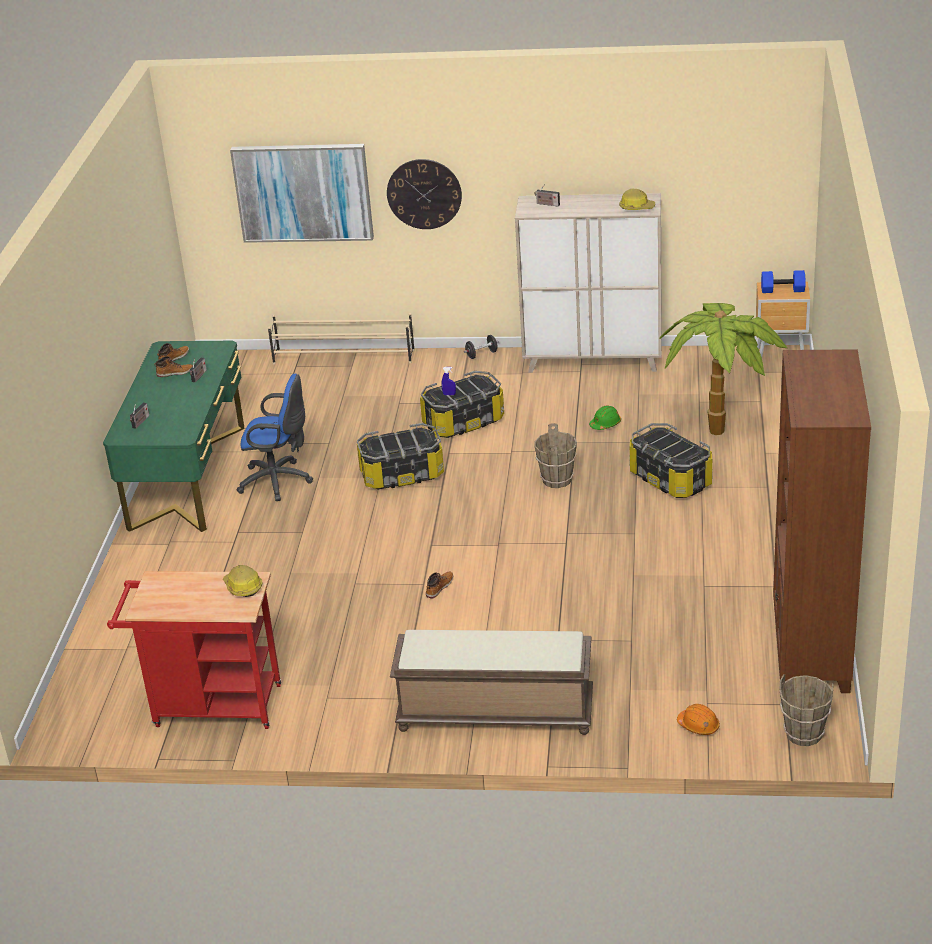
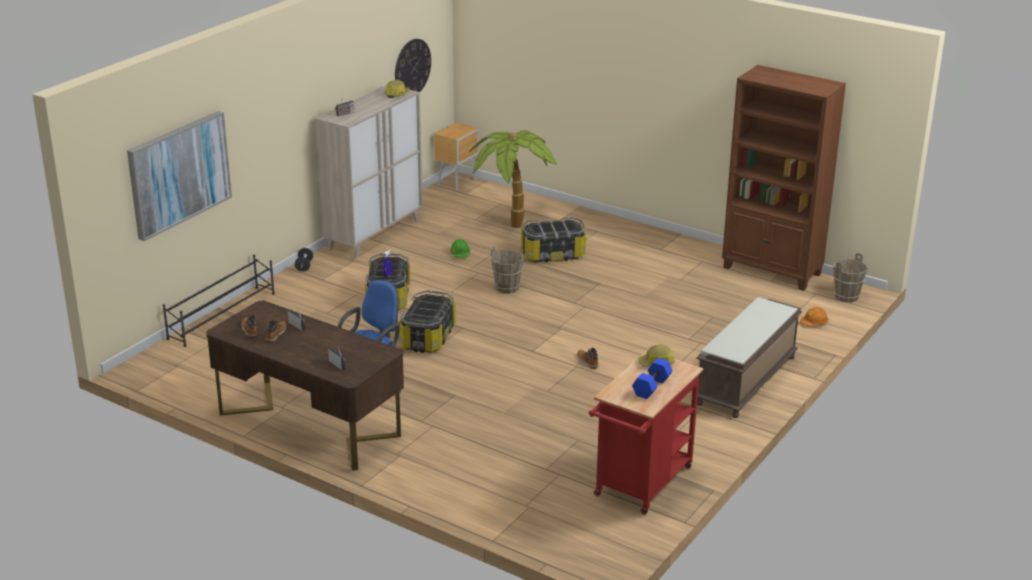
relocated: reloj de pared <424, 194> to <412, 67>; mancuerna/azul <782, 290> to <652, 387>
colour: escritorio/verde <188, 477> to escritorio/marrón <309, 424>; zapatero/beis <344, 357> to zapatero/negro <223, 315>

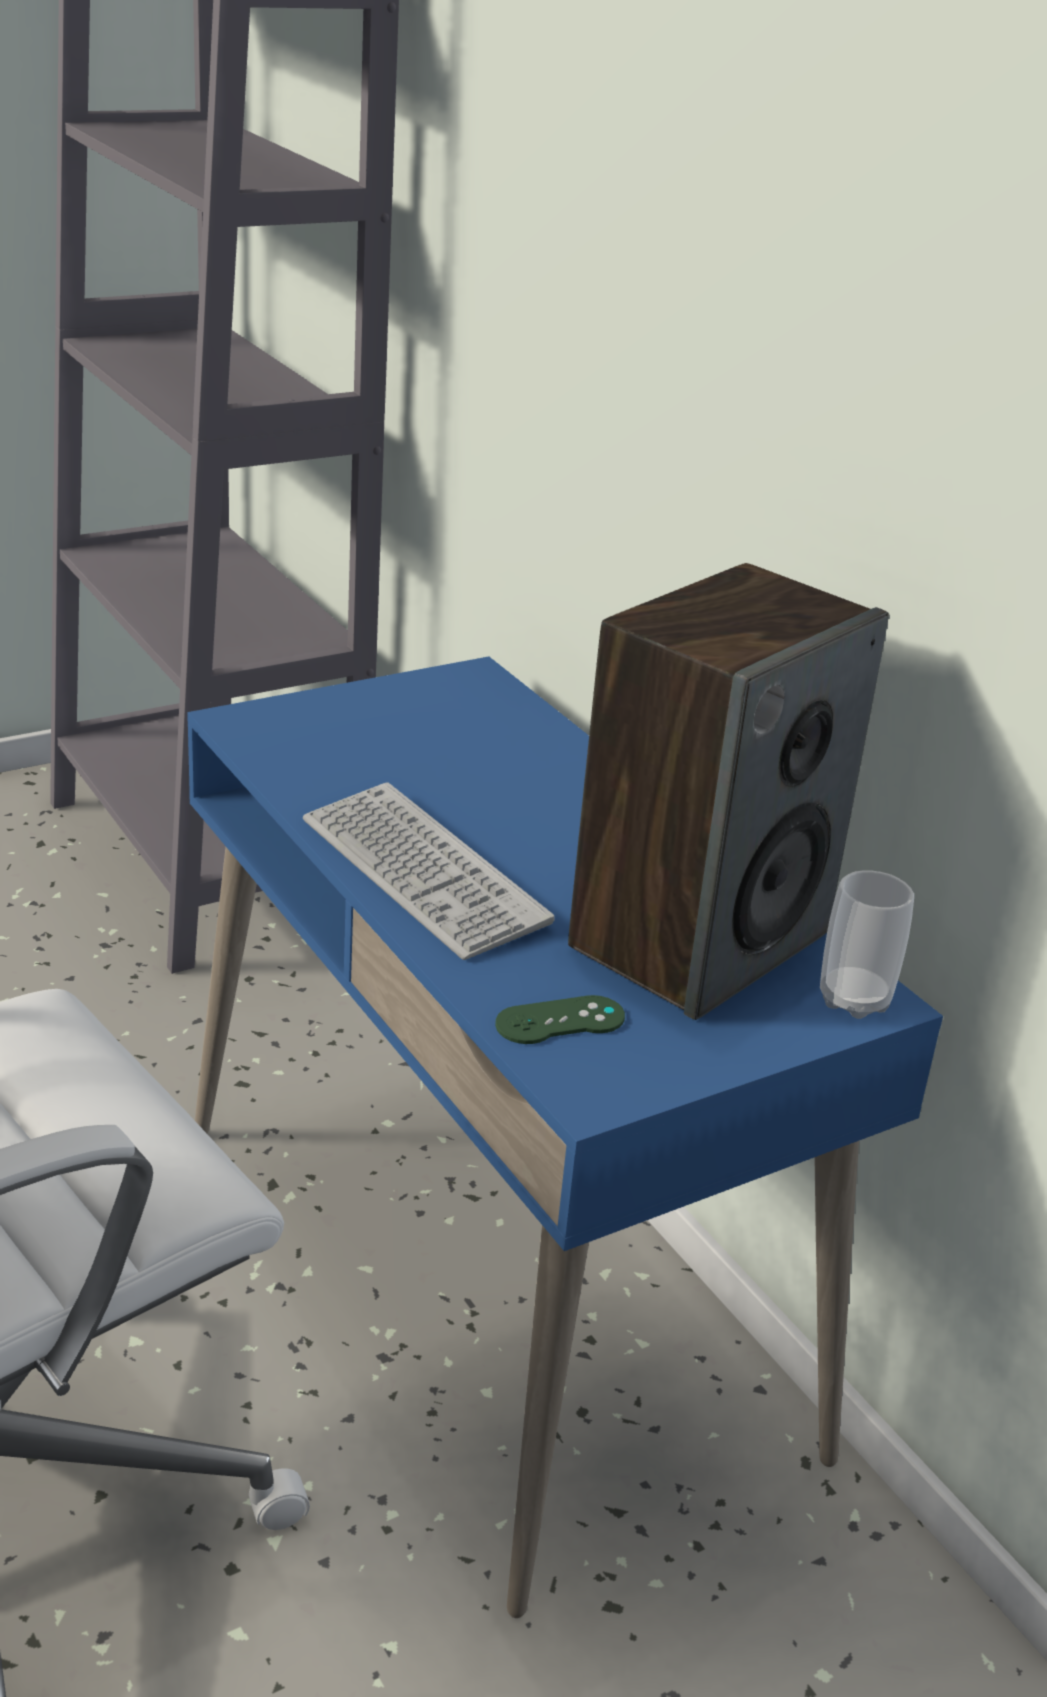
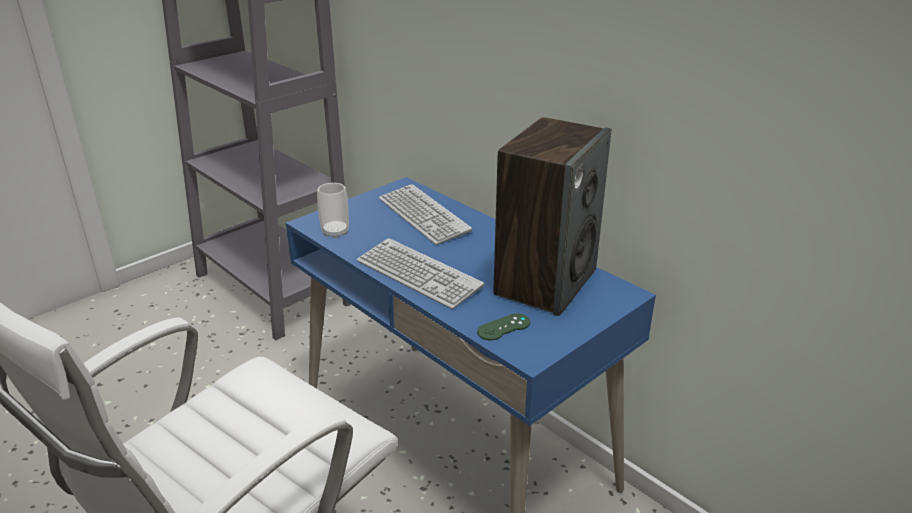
appeared: teclado <423, 215>
relocated: taza <854, 1000> to <335, 232>

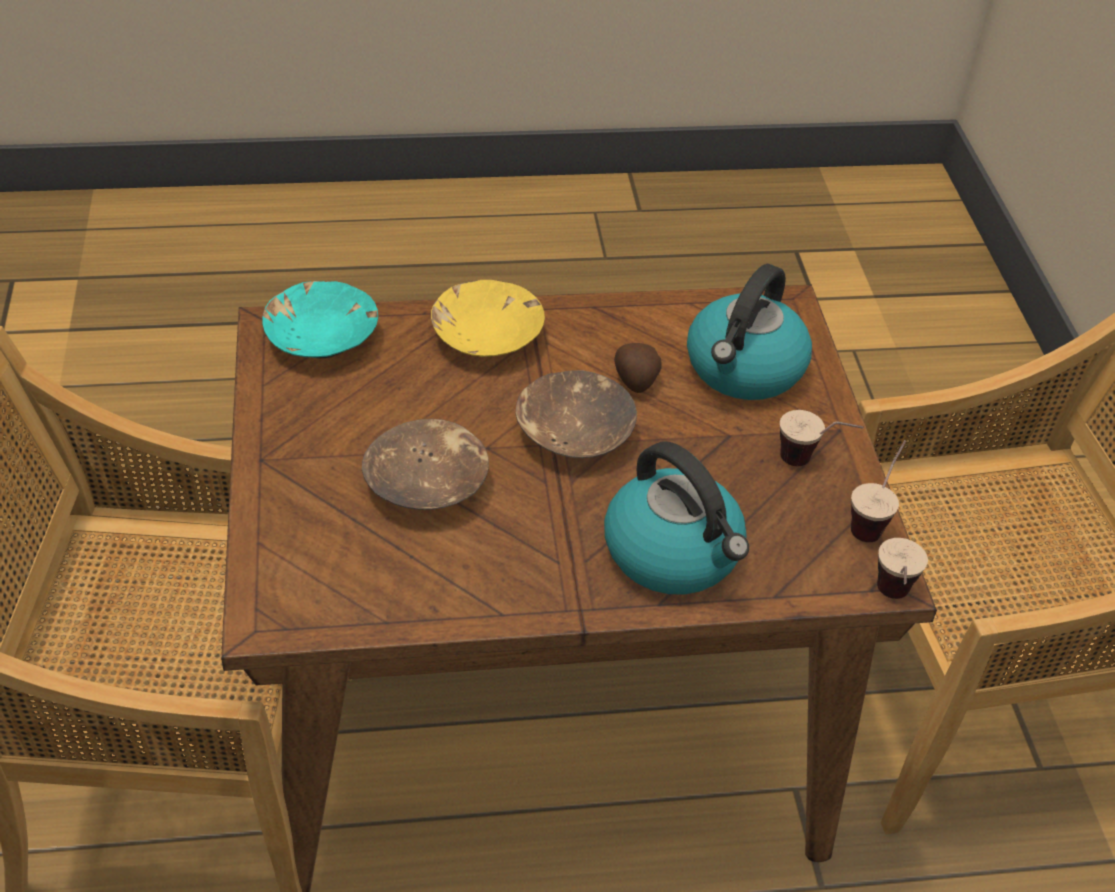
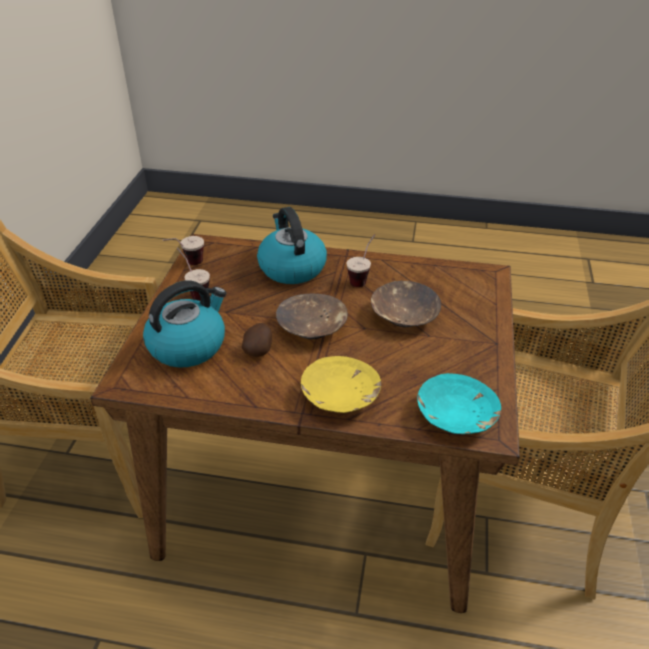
relocated: taza <891, 602> to <362, 278>

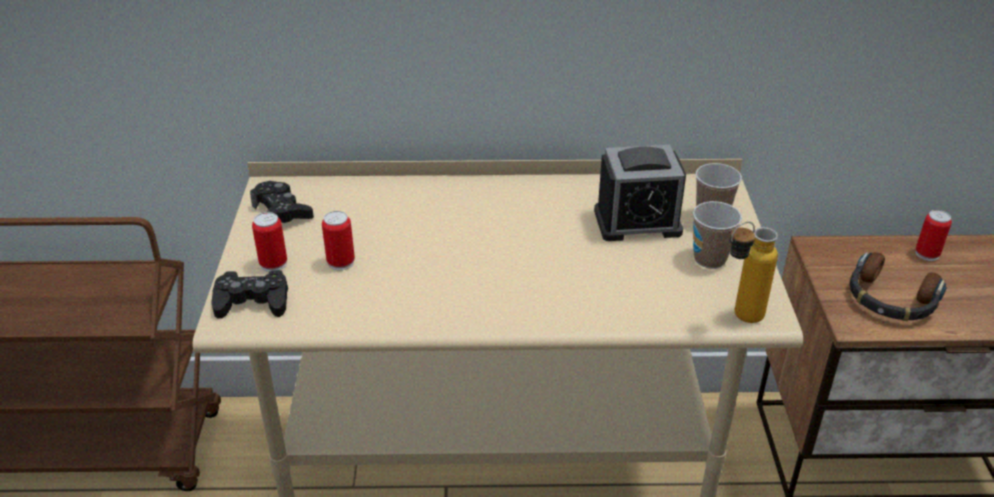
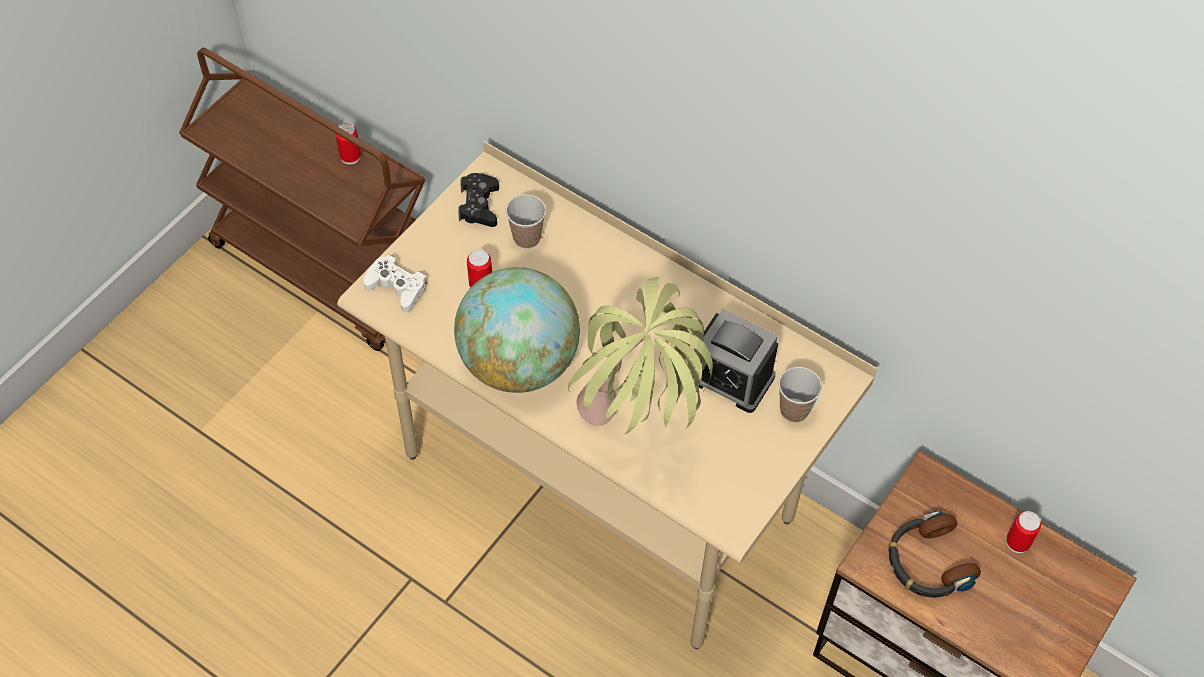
missing: botella <738, 318>
appeared: globo terráqueo <519, 363>; planta en maceta <638, 436>
relocated: lata <273, 263> to <350, 156>; taza <709, 259> to <527, 238>
colour: mando de consola/negro <252, 302> to mando de consola/blanco <397, 287>

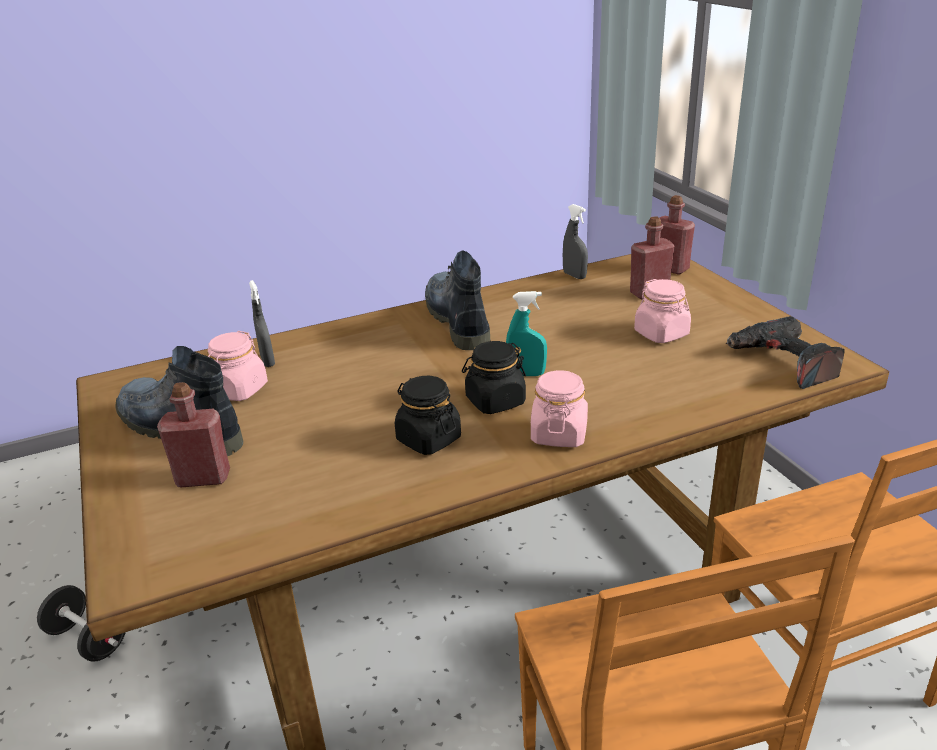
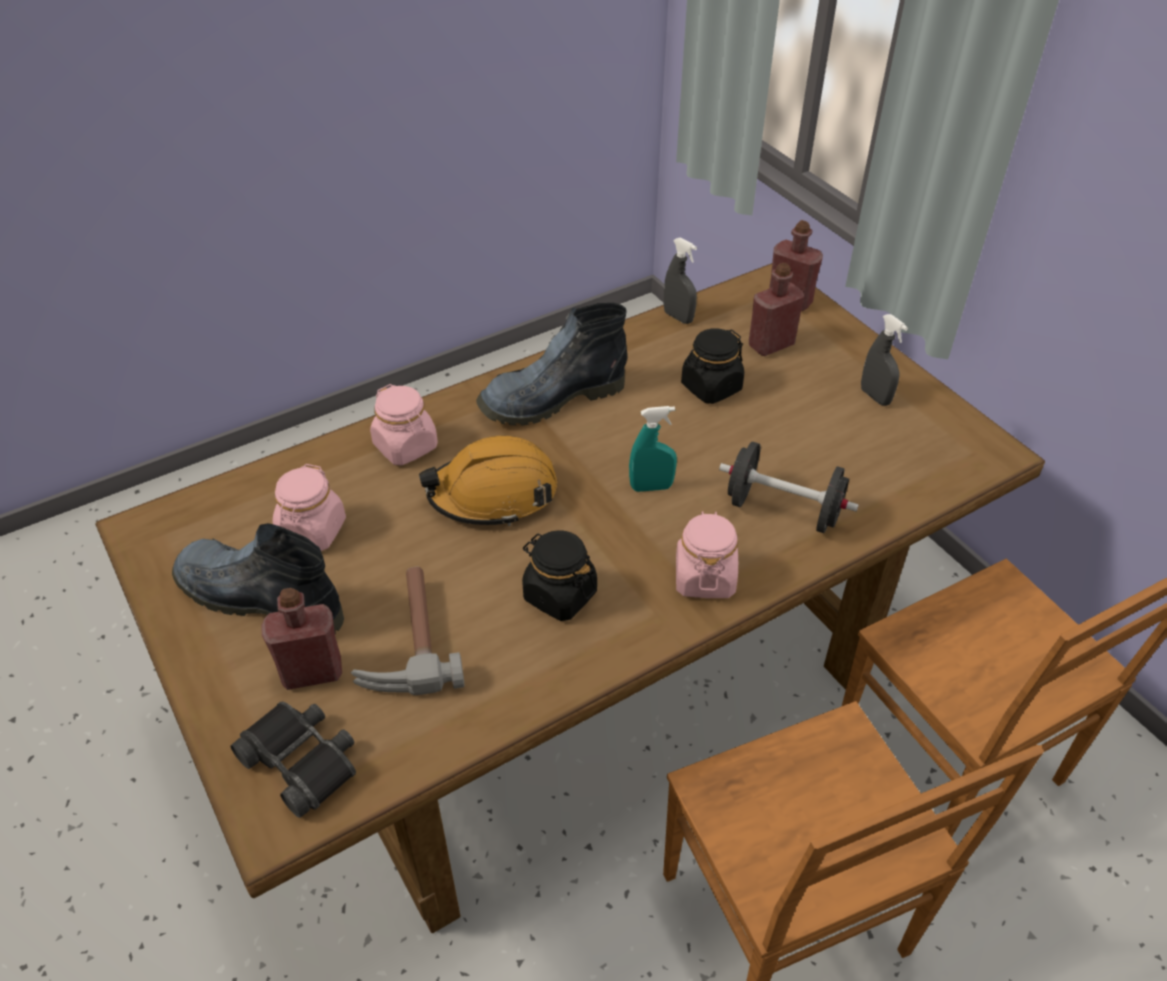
missing: taladro <783, 363>
appeared: prismáticos/negro <302, 761>; martillo <405, 641>; casco/naranja <493, 494>
relocated: mancuerna/negro <88, 640> to <783, 510>; pulverizador/gris <267, 361> to <875, 396>; tarro/negro <495, 401> to <711, 387>; tarro/rosa <661, 334> to <406, 446>
spun: bota <457, 320> = <550, 399> 90 degrees counterclockwise

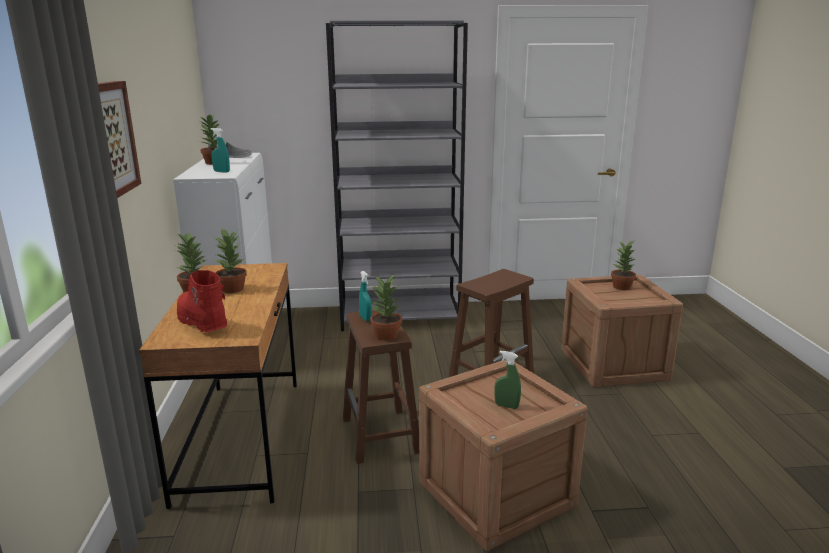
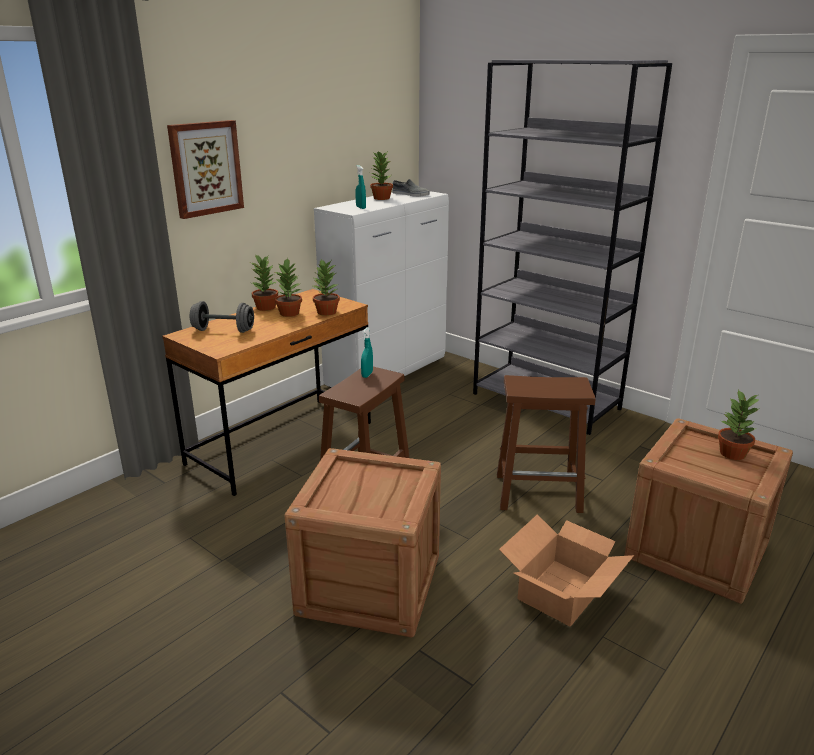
missing: pulverizador/verde <506, 406>
appeared: caja de cartón <562, 592>
relocated: planta en maceta <387, 335> to <326, 312>
exchanged: bota/rojo <201, 322> to mancuerna/gris <223, 330>

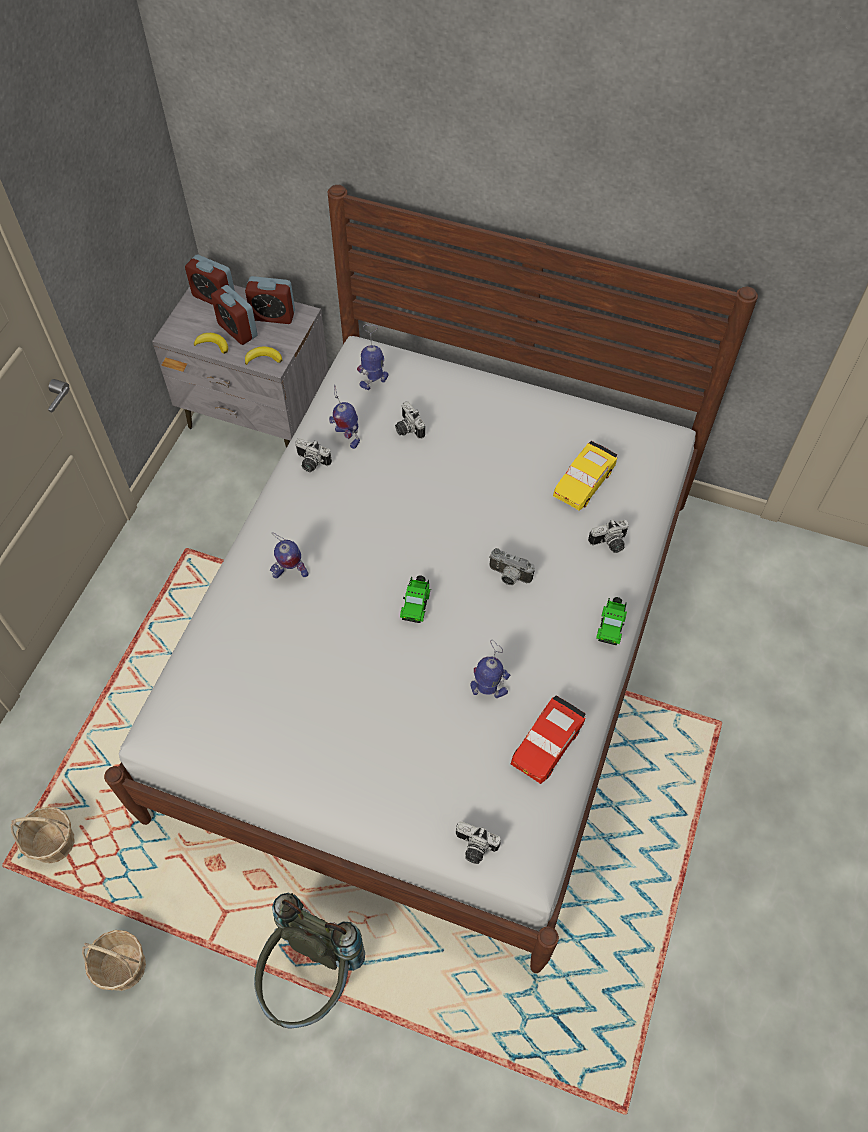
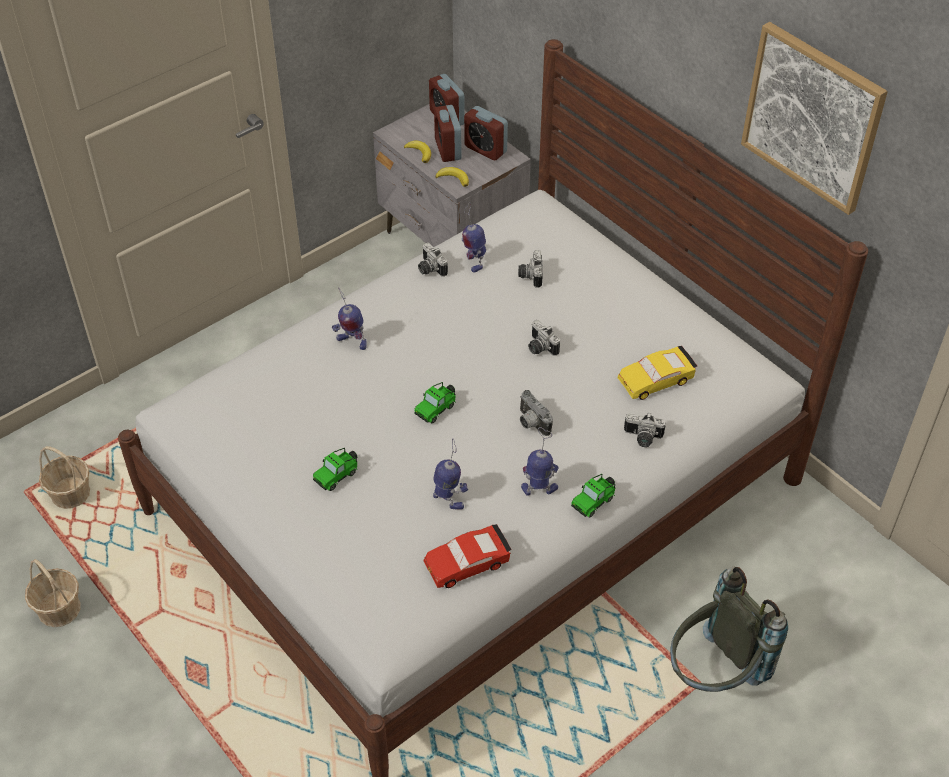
appeared: coche de juguete <337, 475>; cuadro <813, 117>
relocated: mochila/gris <310, 978> to <714, 674>; robot de juguete <374, 381> to <539, 489>; cámara <474, 848> to <539, 347>

